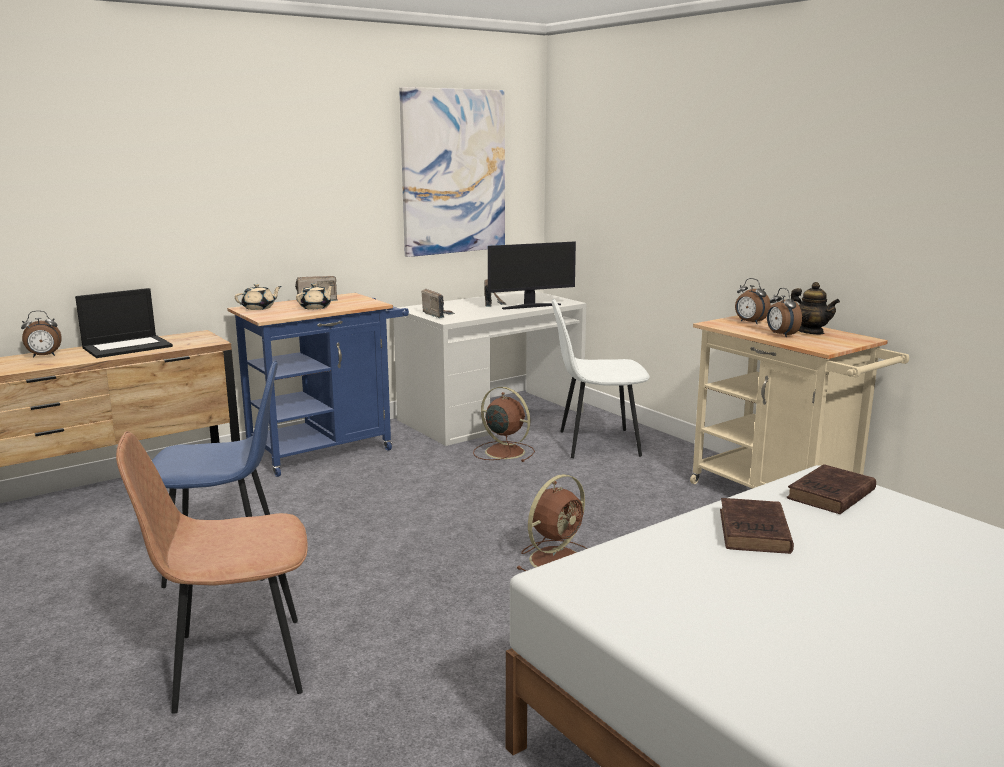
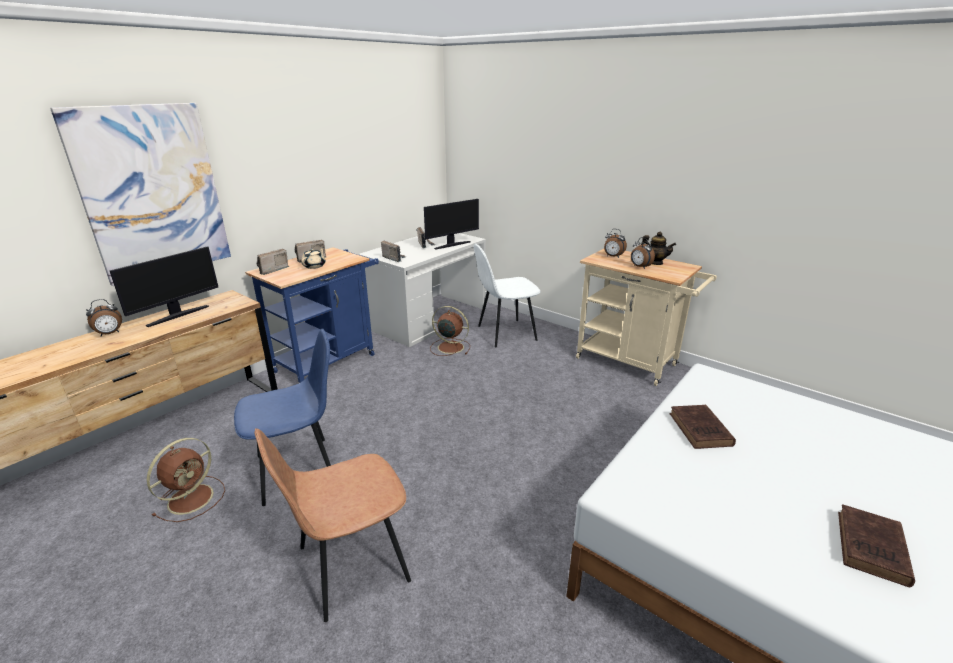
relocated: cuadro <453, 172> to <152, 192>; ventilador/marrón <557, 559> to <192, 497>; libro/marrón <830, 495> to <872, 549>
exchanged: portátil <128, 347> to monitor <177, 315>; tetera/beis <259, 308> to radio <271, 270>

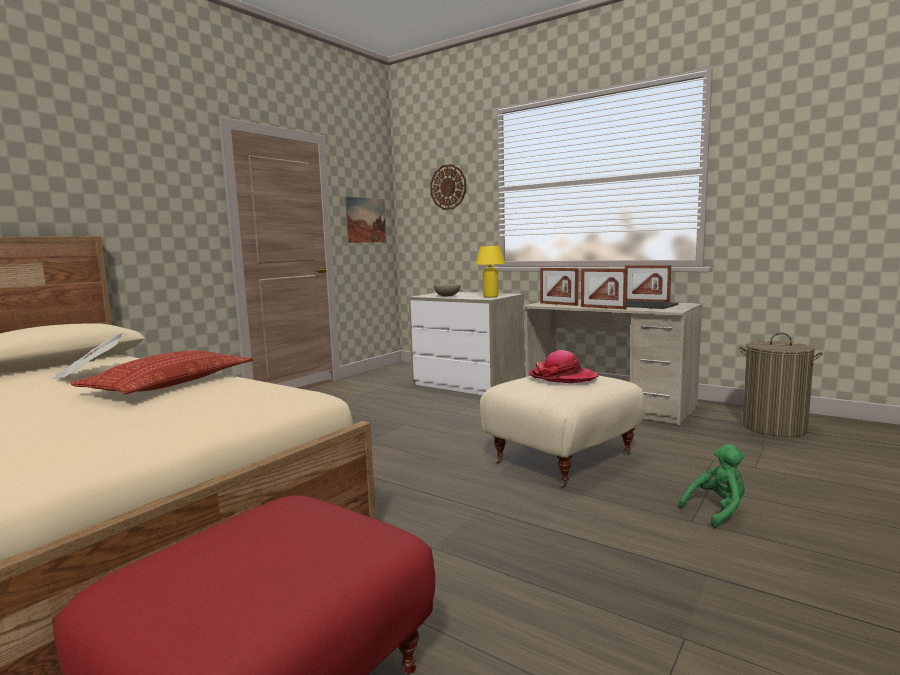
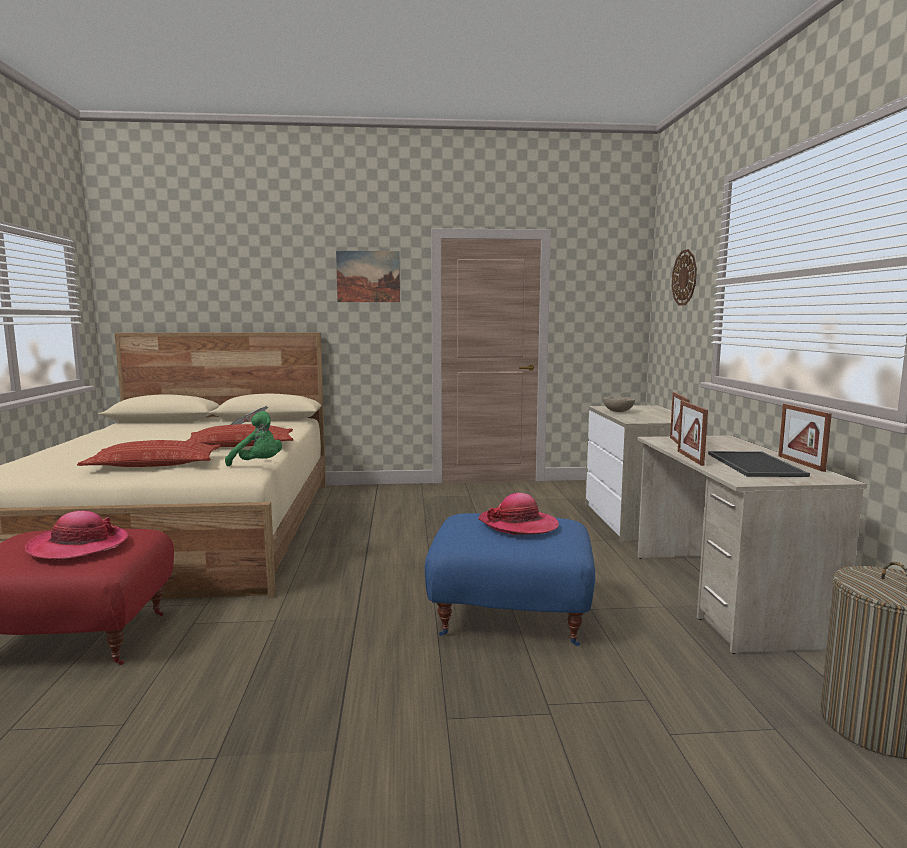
missing: lámpara de mesa/amarillo <490, 296>
appeared: sombrero <78, 545>; cojín <155, 464>
relocated: cuadro <365, 220> to <368, 276>; peluche/verde <717, 511> to <258, 465>
colour: puf/beis <561, 458> to puf/azul <511, 616>

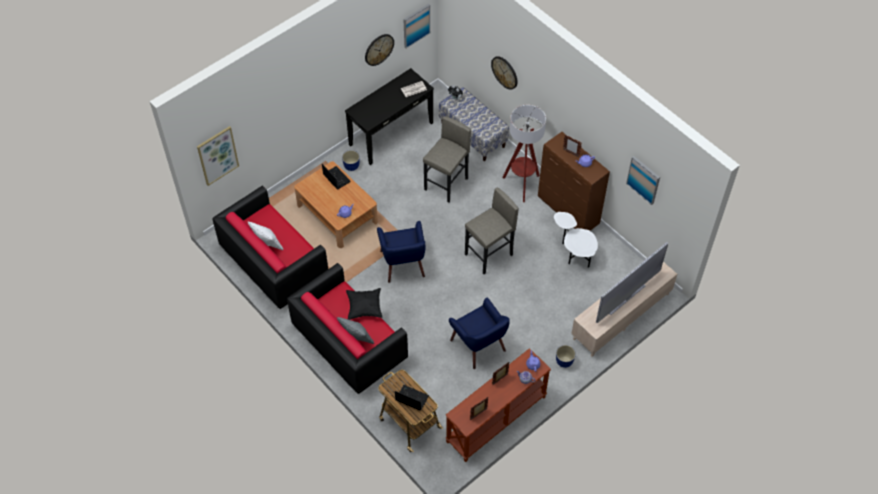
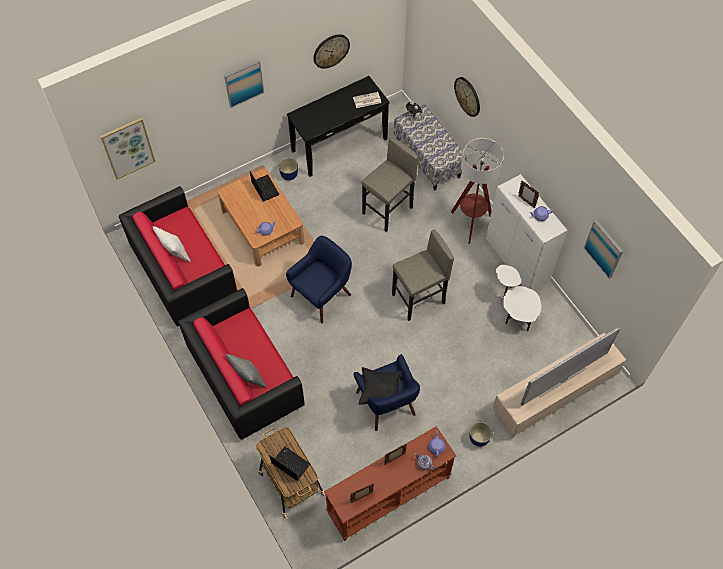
relocated: cojín/negro <364, 308> to <380, 391>; cuadro <416, 25> to <243, 83>
colour: armario/marrón <568, 211> to armario/blanco <517, 261>
spun: sillón/azul <403, 264> = <322, 295> 135 degrees counterclockwise

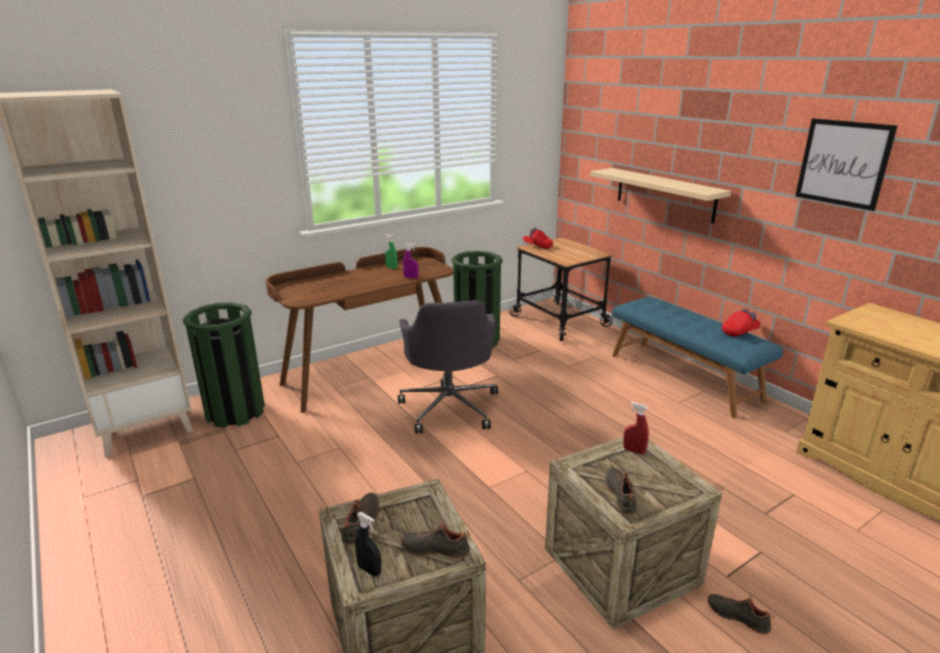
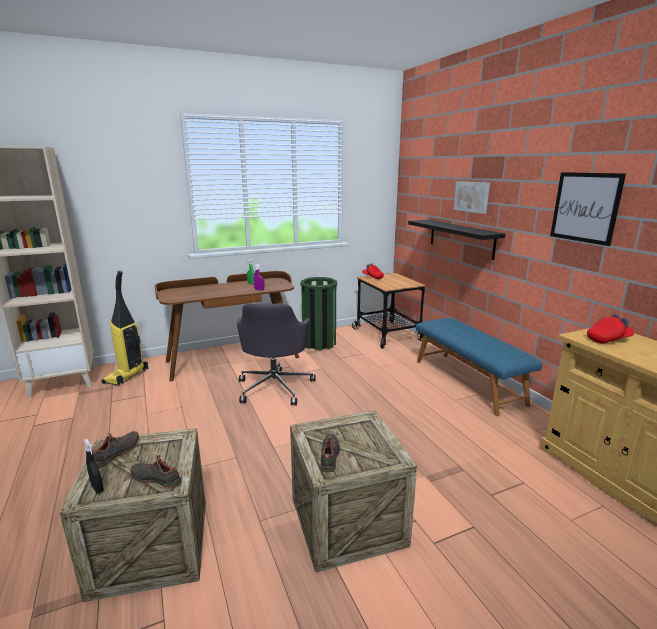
missing: pulverizador/rojo <634, 451>; zapato/negro <738, 616>
appeared: cuadro <472, 197>
relocated: gorra/rojo <739, 332> to <608, 339>
exchanged: papelera/verde <235, 412> to aspiradora <126, 376>
colour: estante/beis <664, 194> to estante/negro <461, 238>

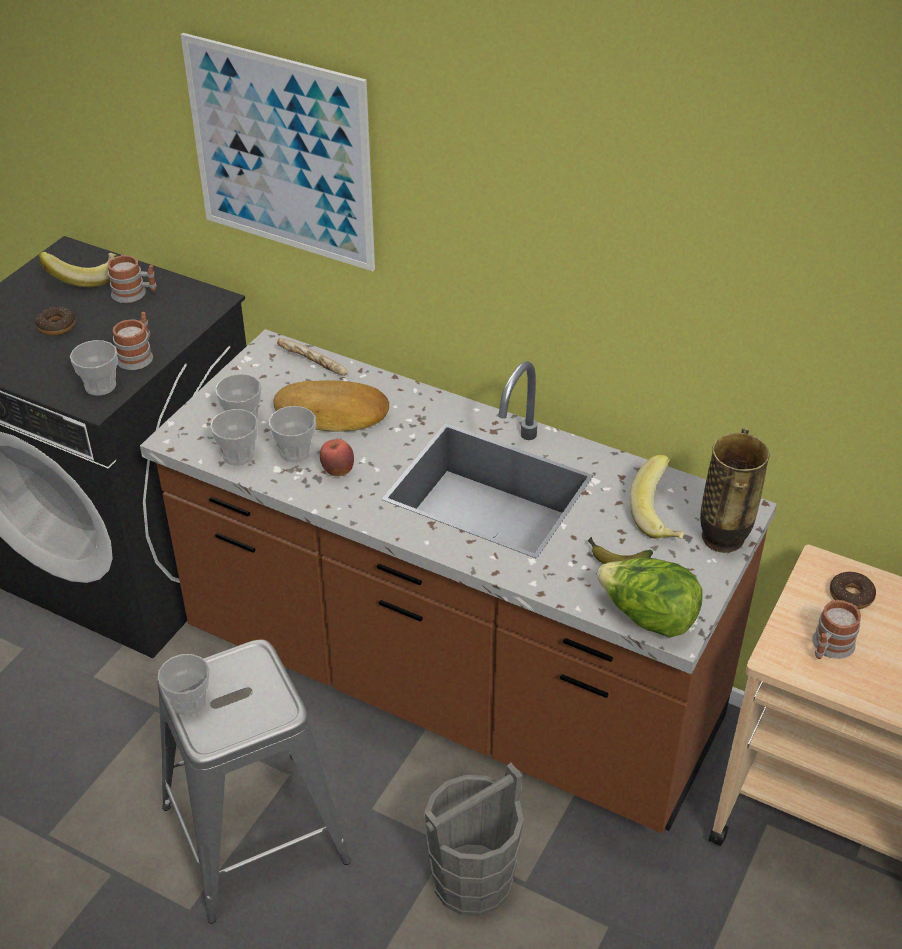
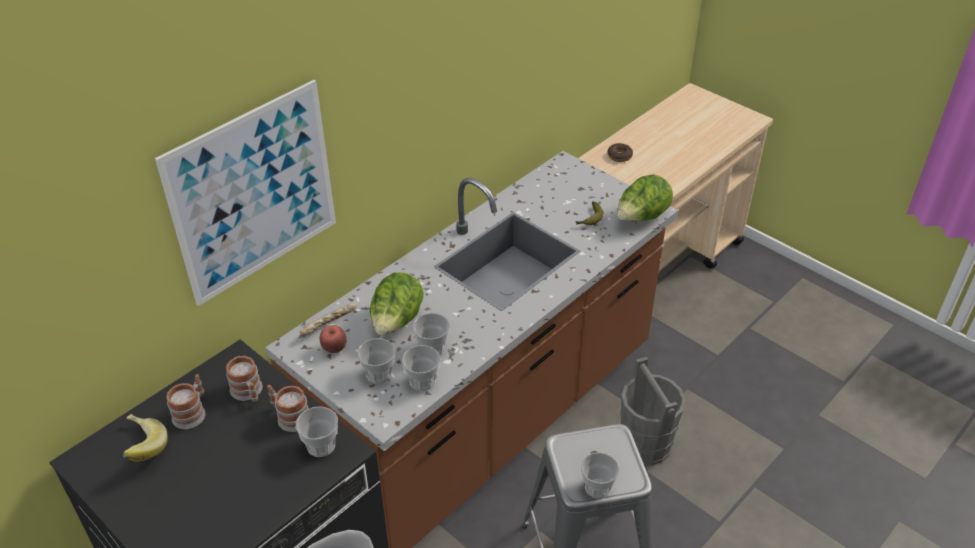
missing: rosquilla <56, 326>; plátano <661, 517>; florero <723, 538>
relocated: manzana <337, 471> to <334, 349>; taza grande <829, 648> to <248, 392>
exchanged: pan <332, 414> to lechuga <397, 322>

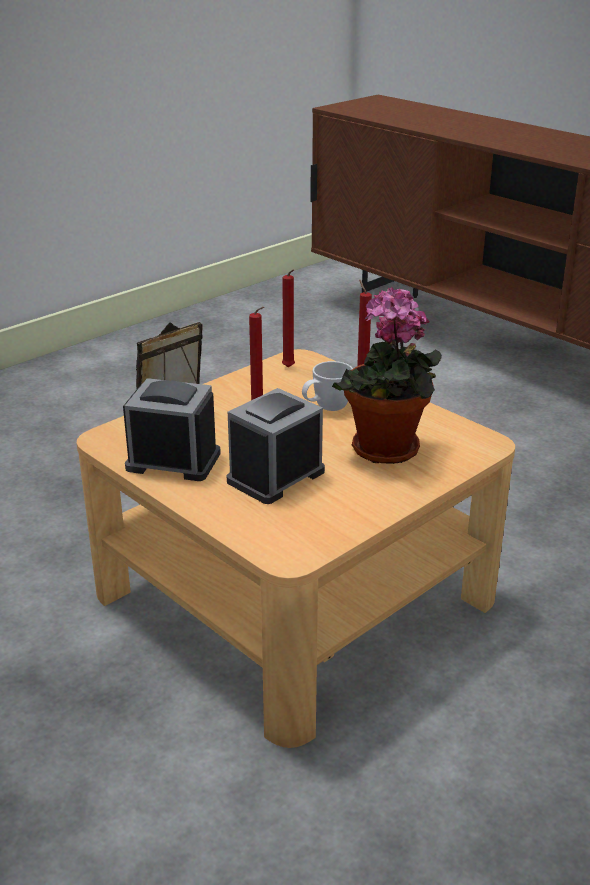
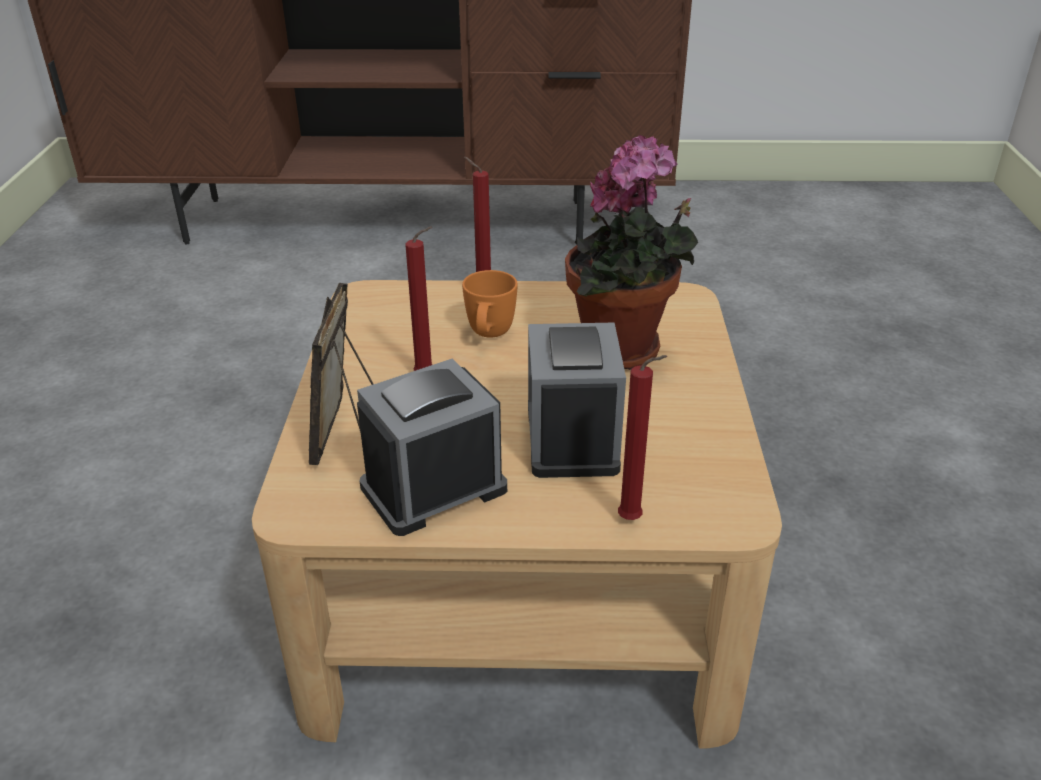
relocated: vela/rojo <289, 368> to <633, 520>
colour: taza grande/blanco <326, 408> to taza grande/naranja <489, 336>

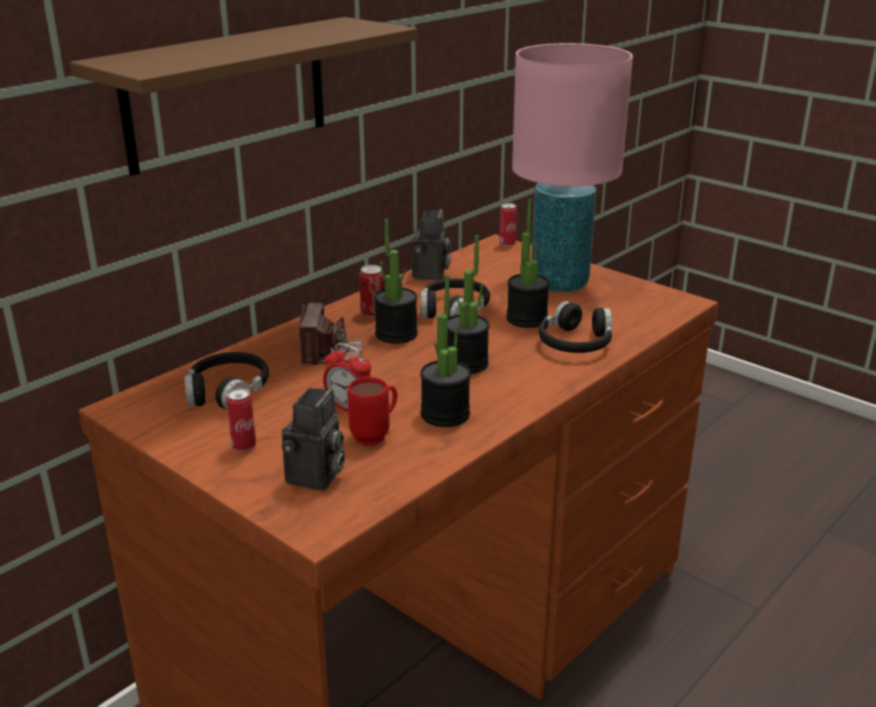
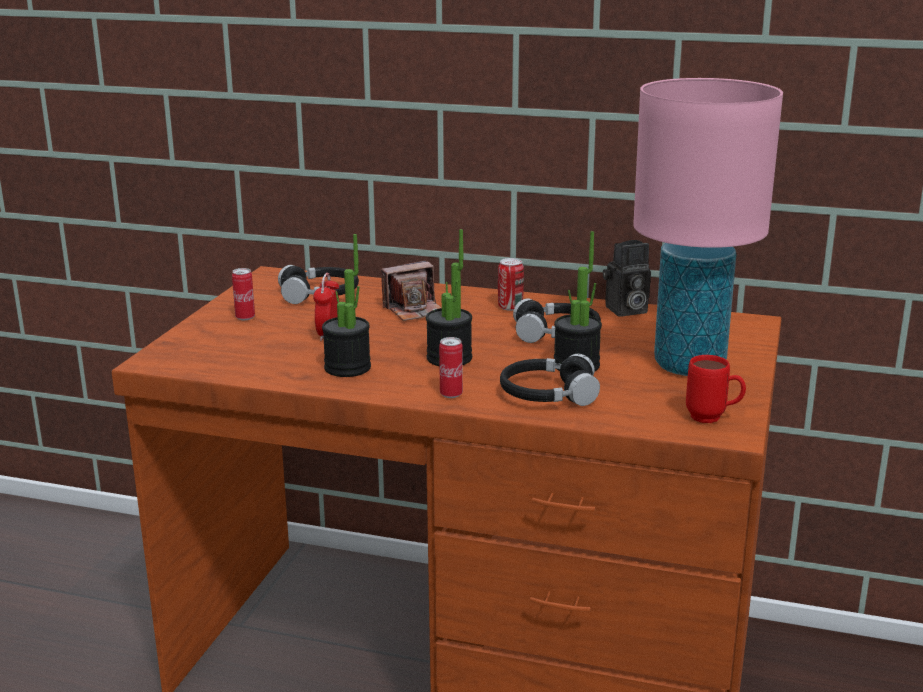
missing: estante/marrón <228, 93>; cámara <316, 478>; planta en maceta <396, 334>
relocated: taza grande/rojo <376, 435> to <713, 419>; lata <507, 244> to <451, 394>

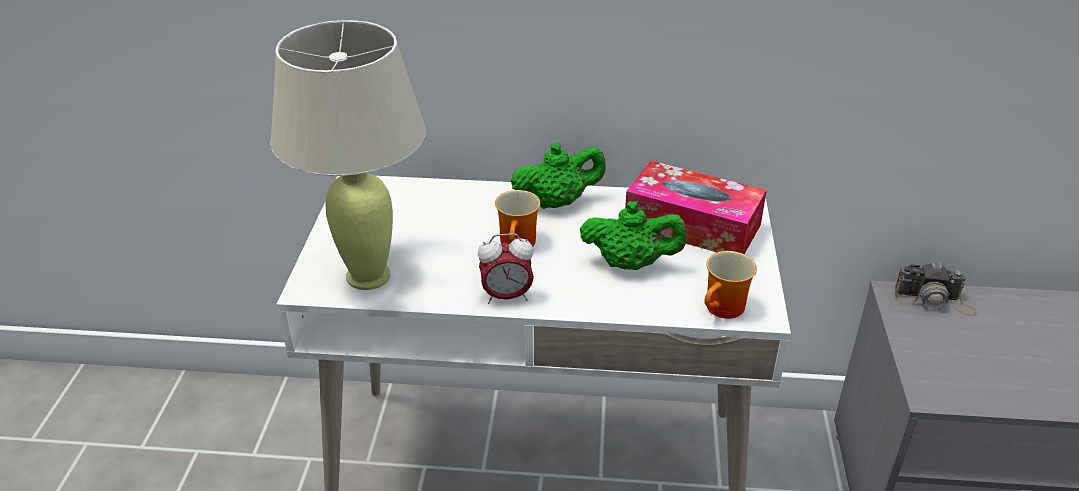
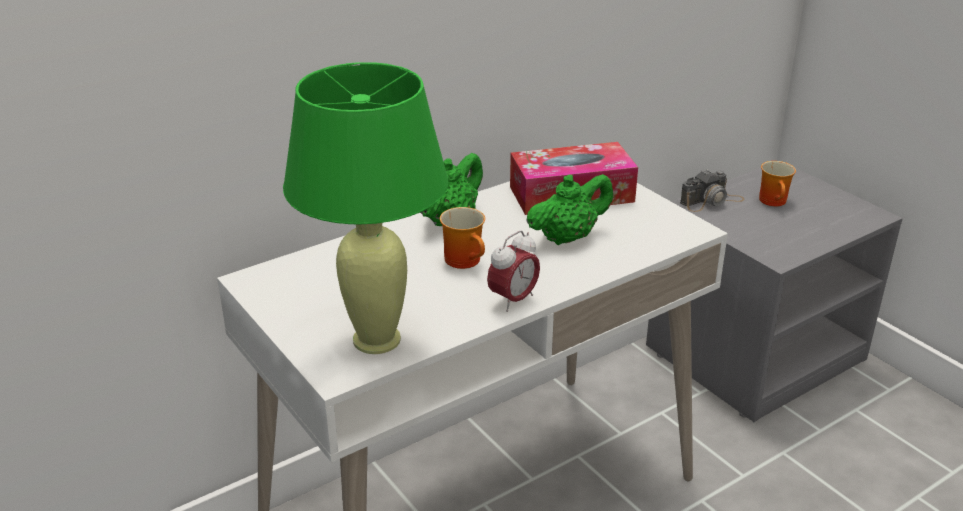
relocated: taza grande <725, 310> to <775, 202>
colour: lámpara de mesa/beis <369, 276> to lámpara de mesa/verde <377, 339>

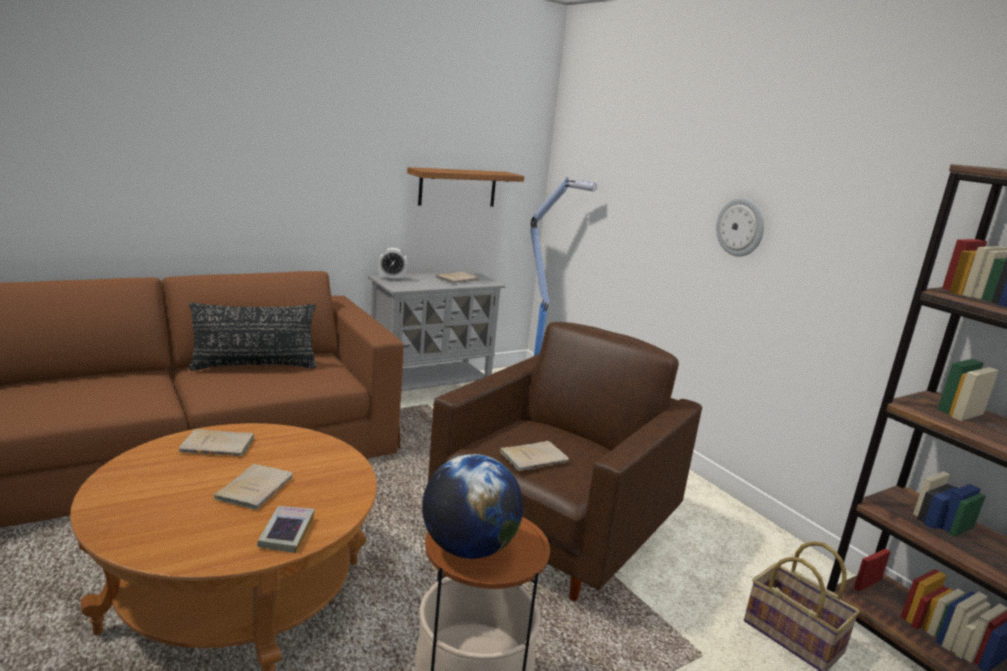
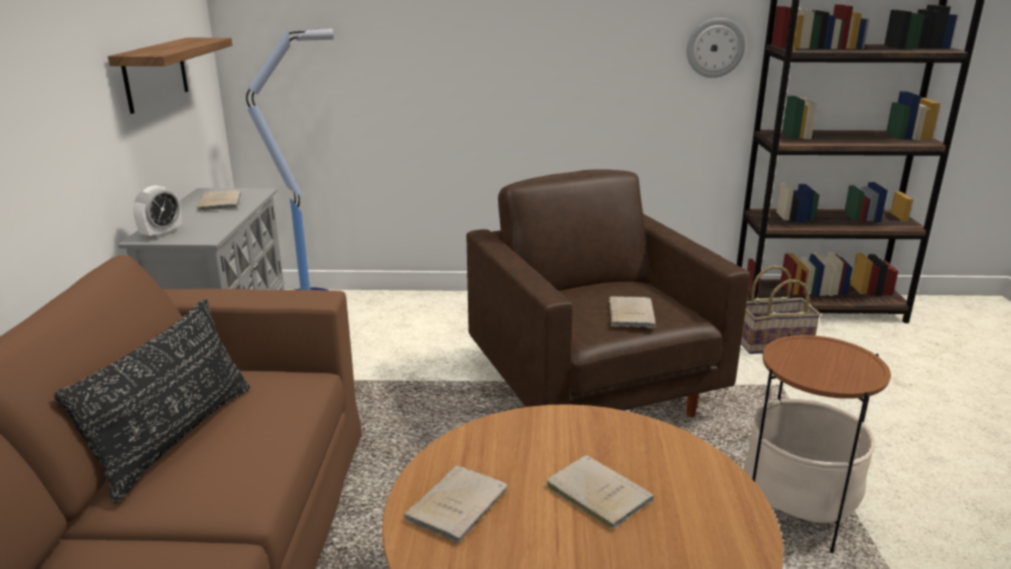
missing: libro <286, 533>; globo terráqueo <468, 548>
relocated: reloj de pared <740, 227> to <715, 48>

